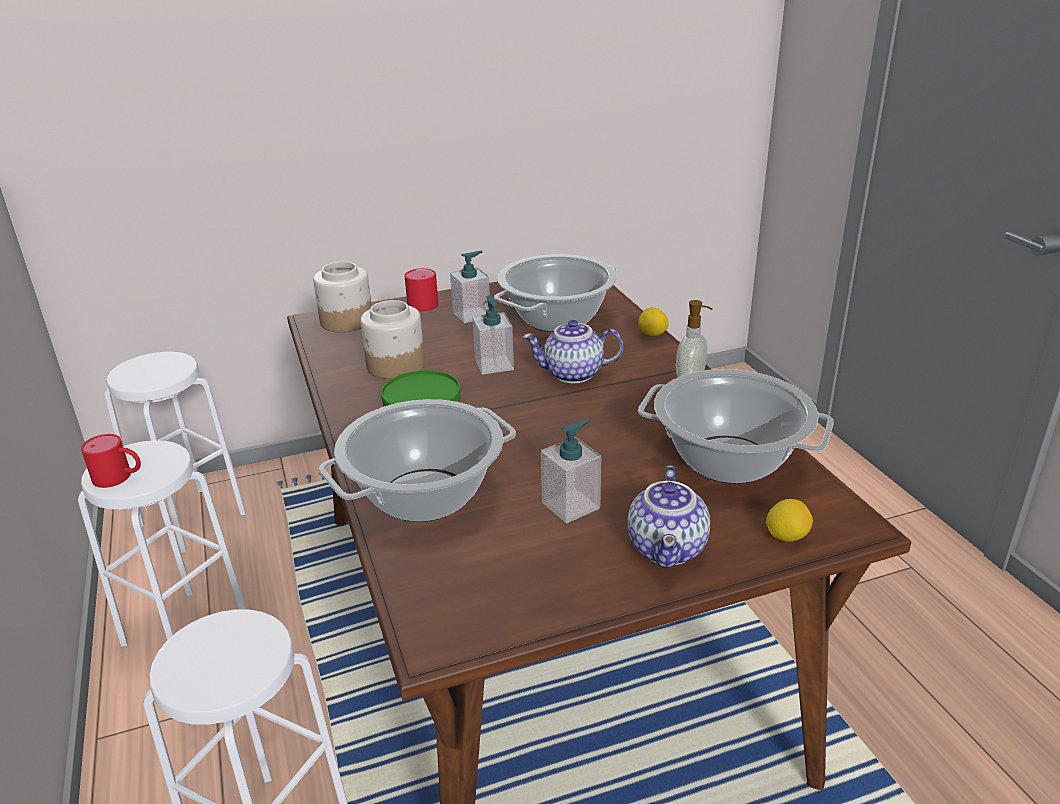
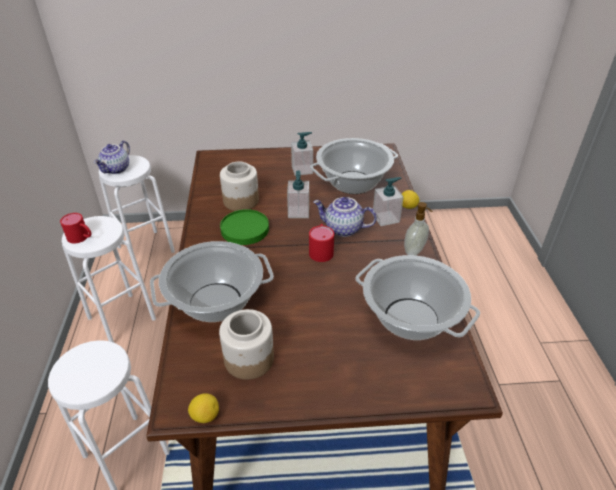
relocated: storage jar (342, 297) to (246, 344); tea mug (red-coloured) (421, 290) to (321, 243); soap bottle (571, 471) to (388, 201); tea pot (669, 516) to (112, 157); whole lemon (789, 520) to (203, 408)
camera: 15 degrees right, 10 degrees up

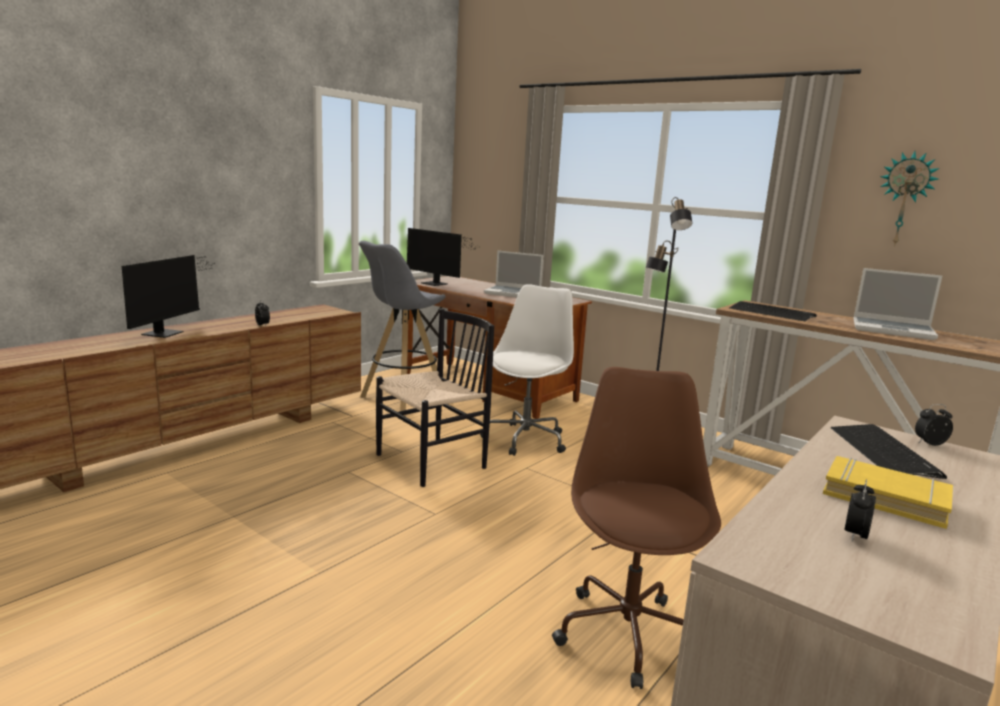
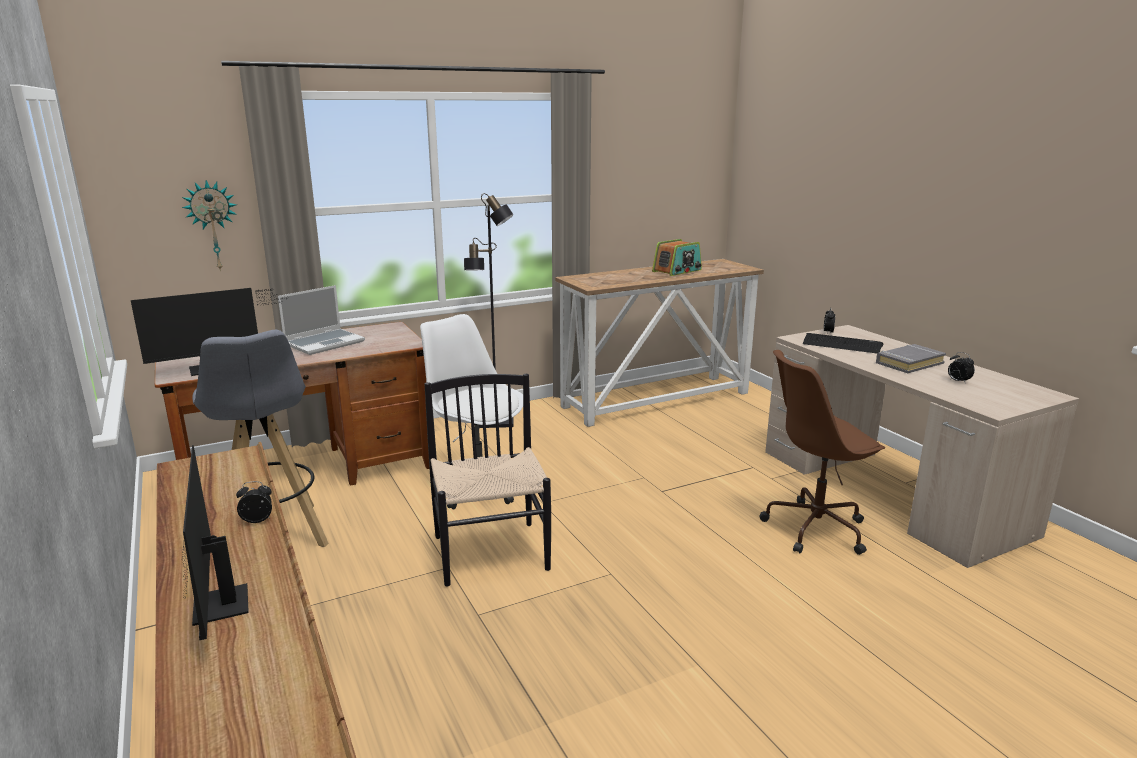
missing: PC keyboard (773, 311)
relocated: wall clock (910, 198) to (209, 226)
exchanged: notebook computer (897, 304) to radio (677, 257)
colour: volume (yellow-coloured) (888, 492) to volume (grey) (911, 358)
spun: computer screen (168, 296) = (215, 542) 150 degrees counterclockwise; office chair (brown) (636, 528) = (822, 452) 45 degrees counterclockwise
camera: 65 degrees left, 5 degrees up

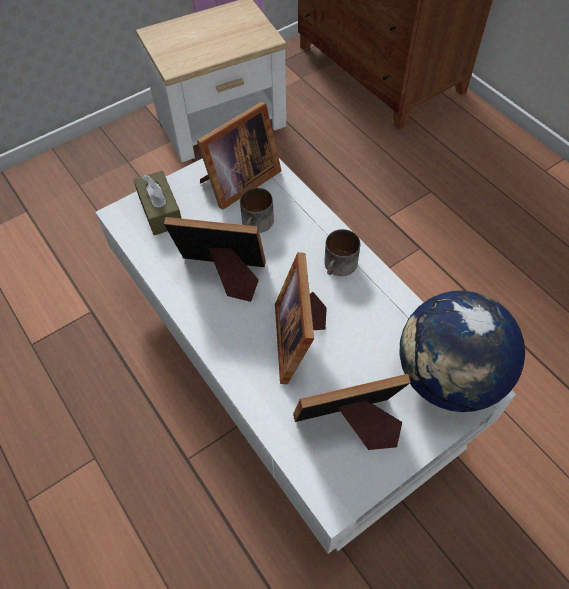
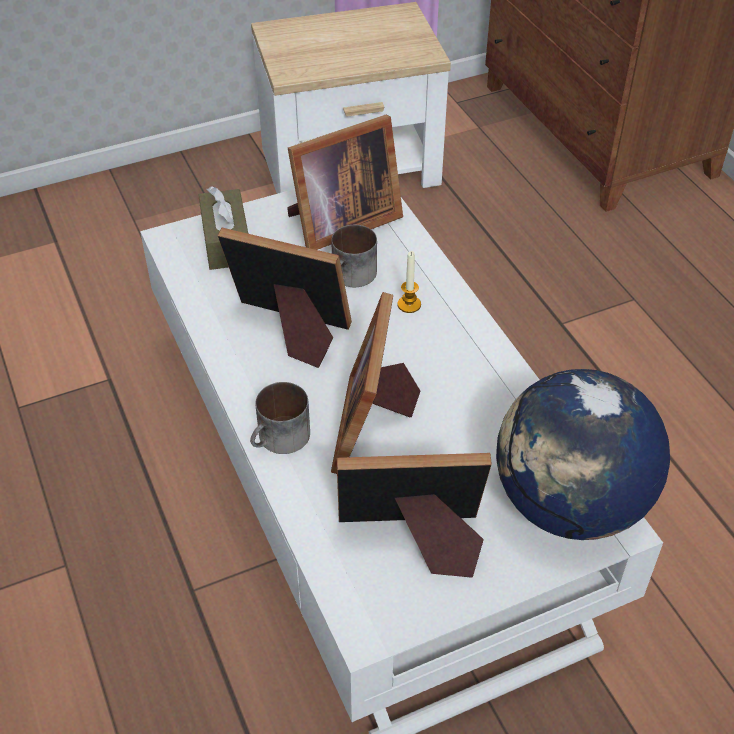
appeared: wax light (409, 282)
relocated: tea mug (342, 252) to (280, 418)
camera: 10 degrees right, 10 degrees down

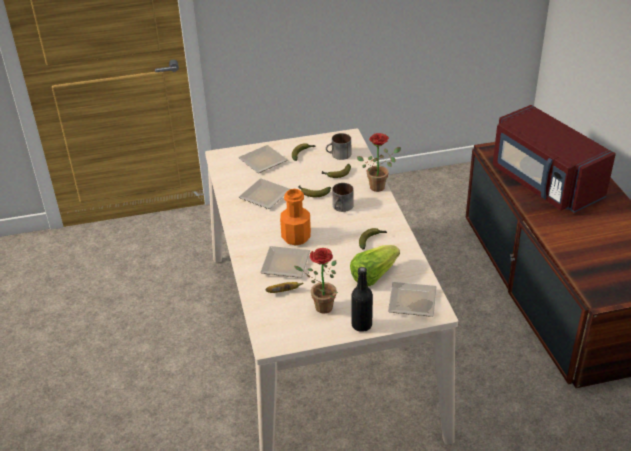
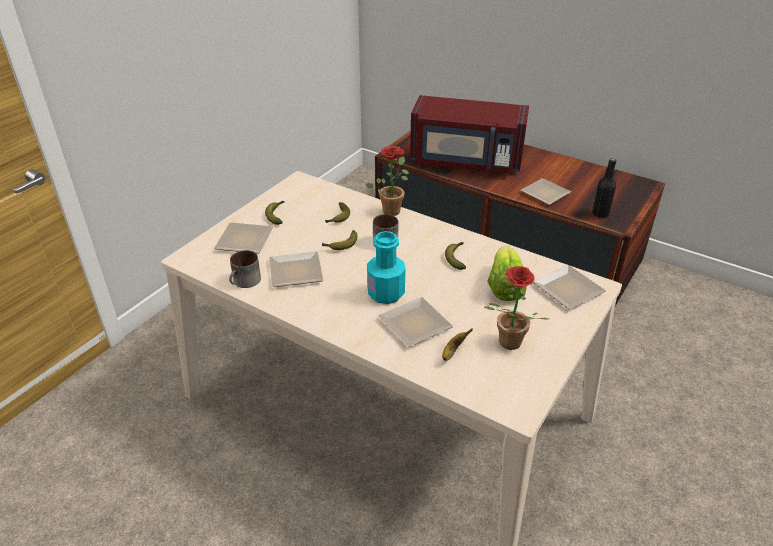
appeared: dinner plate (545, 191)
relocated: tea mug (338, 146) to (245, 269); bottle (black-coloured) (362, 299) to (604, 188)
colour: bottle (orange-coloured) (295, 217) to bottle (blue-green) (386, 267)
camera: 45 degrees left, 0 degrees up

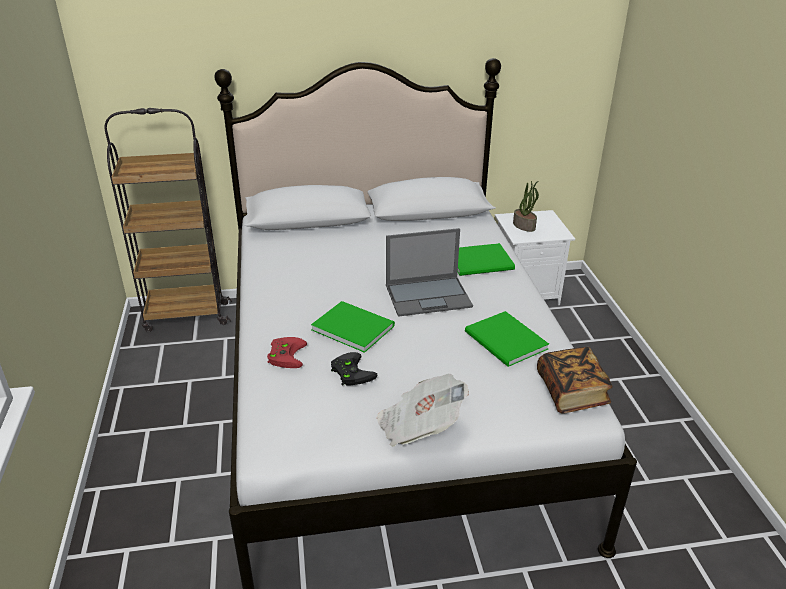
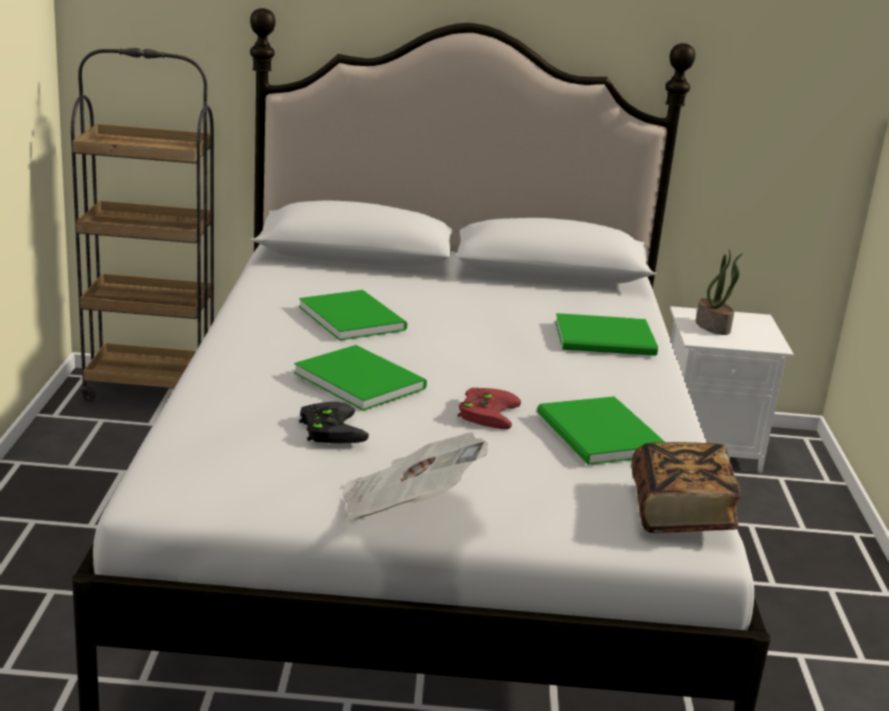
missing: notebook computer (429, 272)
appeared: volume (green-coloured) (353, 315)
relocated: gamepad (red-coloured) (287, 352) to (489, 408)
camera: 10 degrees right, 10 degrees down

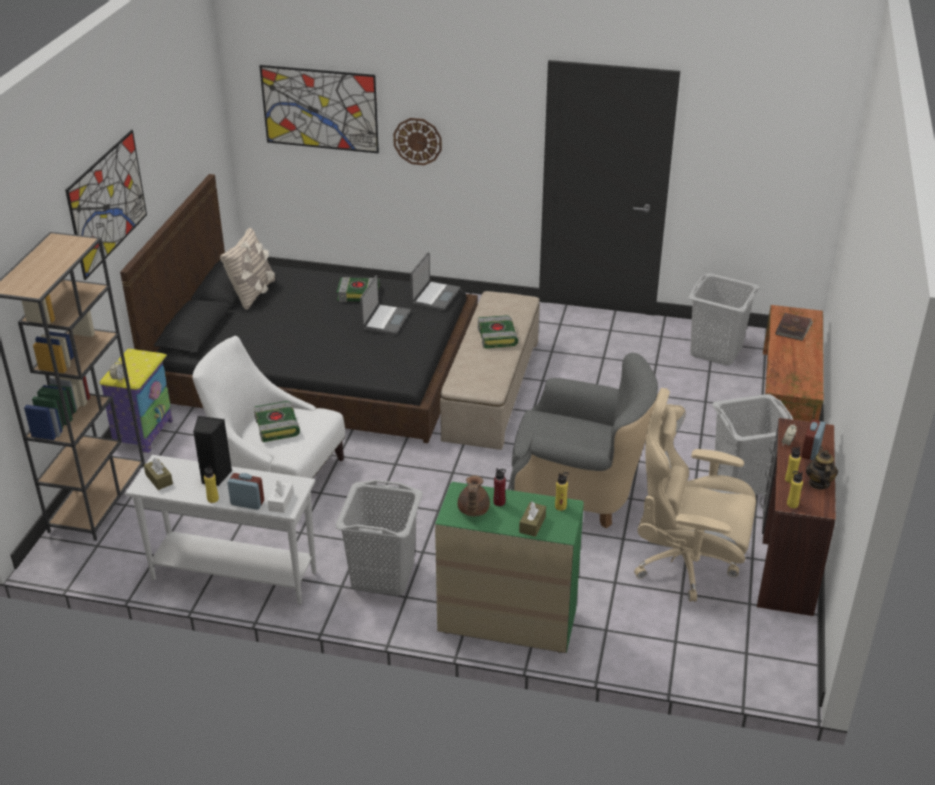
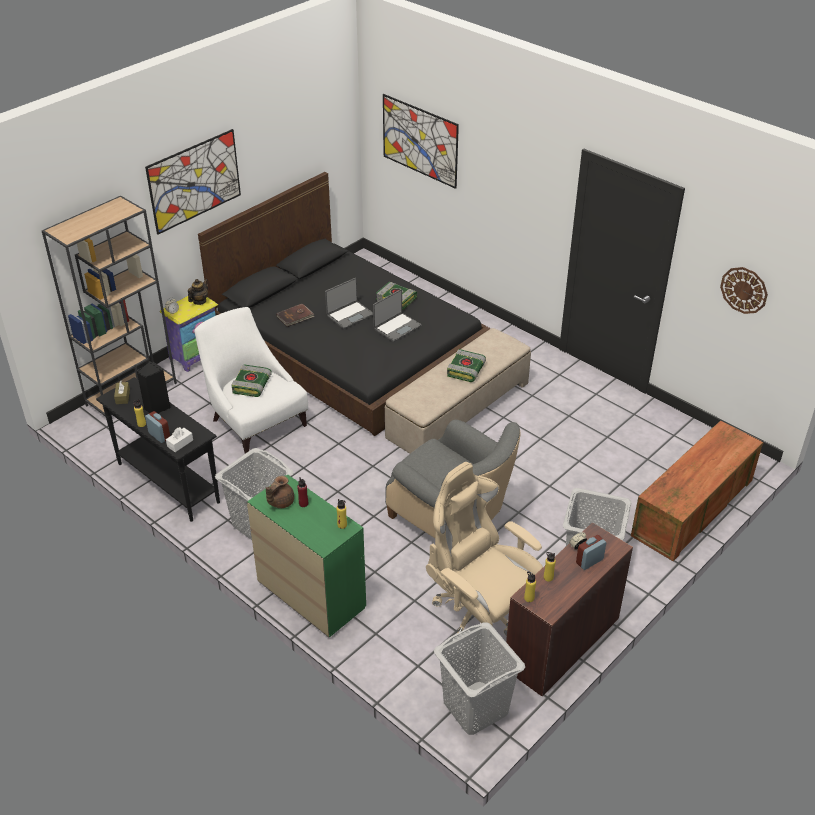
missing: cushion (sand-coloured) (247, 269); tissue box (brown) (532, 519)
relocated: wall clock (417, 141) to (744, 290); notebook computer (435, 281) to (349, 303); hamper (grey) (724, 319) to (479, 678); volume (brown) (794, 327) to (295, 315); tea pot (822, 468) to (198, 292)
colour: console table (whitish) (220, 530) to console table (black-coloured) (158, 449)
camera: 30 degrees right, 5 degrees up

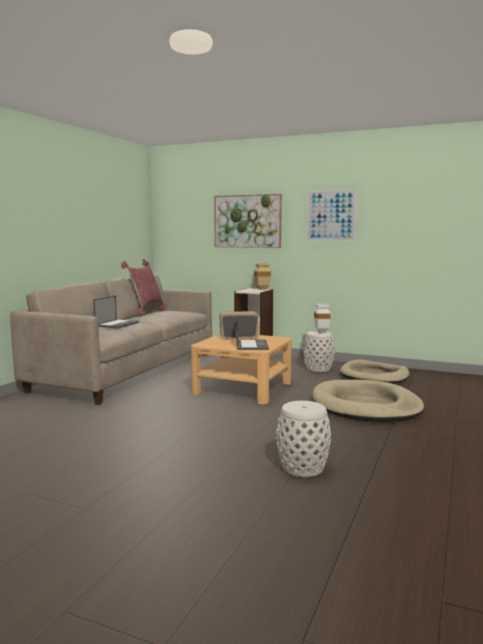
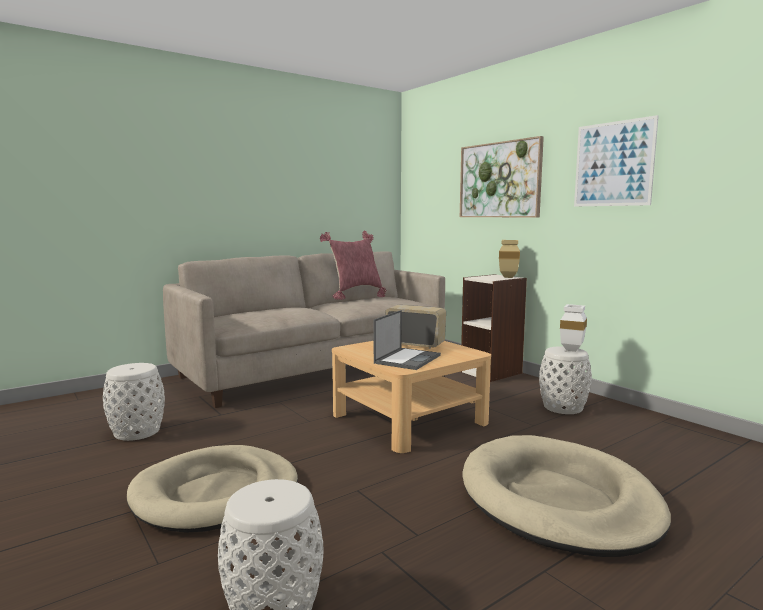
missing: notebook computer (116, 312)
appeared: stool seat (whitish) (134, 402)
relocated: dog cushion (sand-coloured) (375, 371) to (212, 489)
camera: 30 degrees right, 0 degrees up

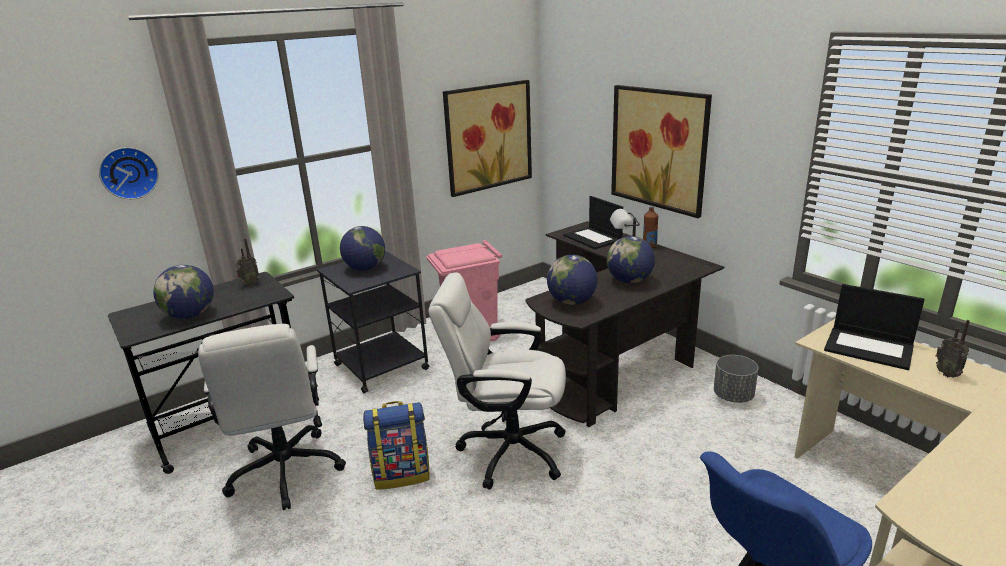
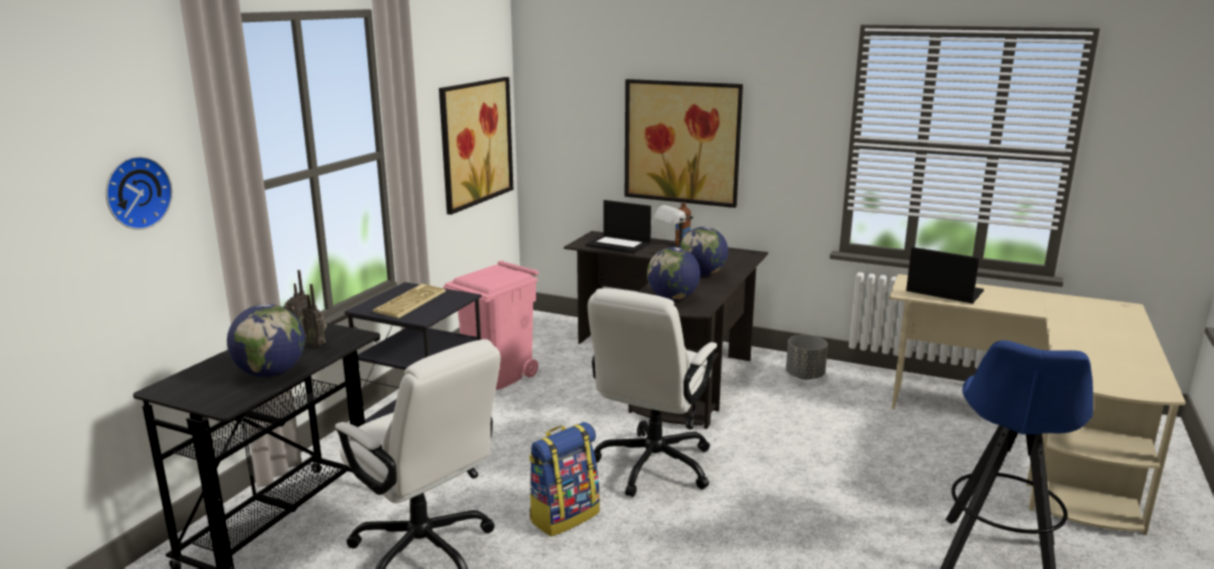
relocated: radio (953, 349) to (314, 316)
exchanged: world globe (362, 248) to PC keyboard (409, 301)
spun: office chair (whitish) (497, 381) = (652, 392) 45 degrees counterclockwise; notebook computer (874, 327) = (945, 275) 150 degrees counterclockwise
camera: 30 degrees left, 5 degrees down

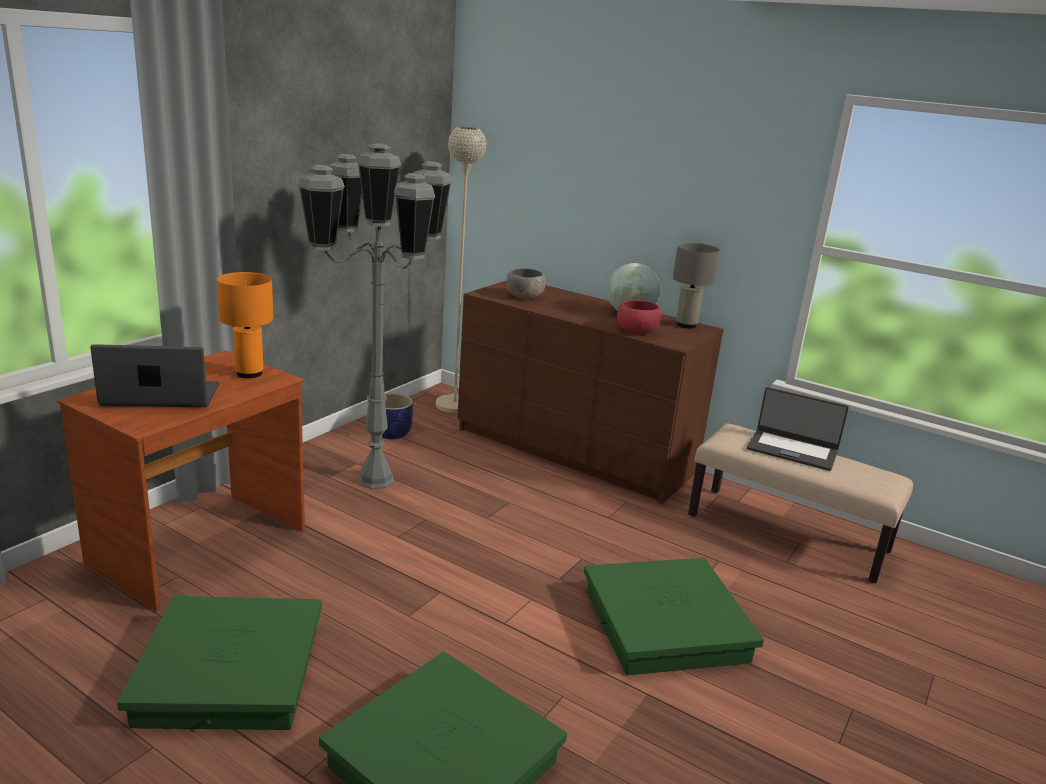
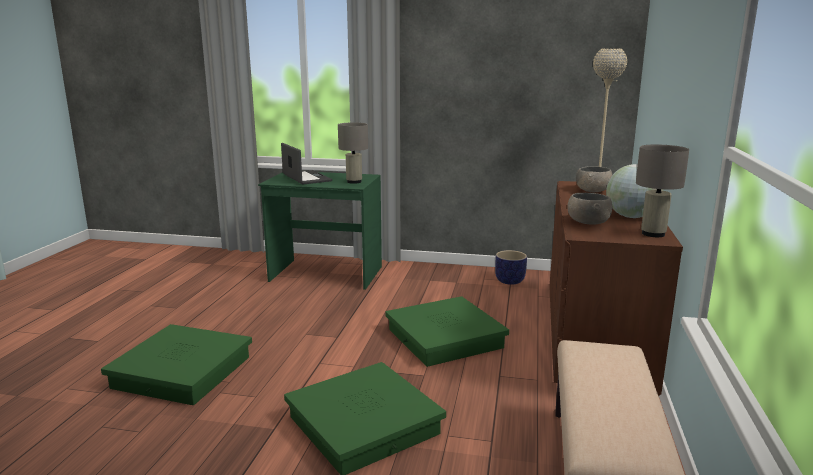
missing: floor lamp (grey) (375, 316); notebook computer (798, 429)
relocated: storage container (green-coloured) (219, 663) to (447, 331)
colour: desk unit (brown) (181, 480) to desk unit (green-coloured) (320, 231); table lamp (orange-coloured) (245, 325) to table lamp (grey) (353, 153); deep dish (red-coloured) (639, 317) to deep dish (grey) (589, 209)
camera: 70 degrees right, 5 degrees down

